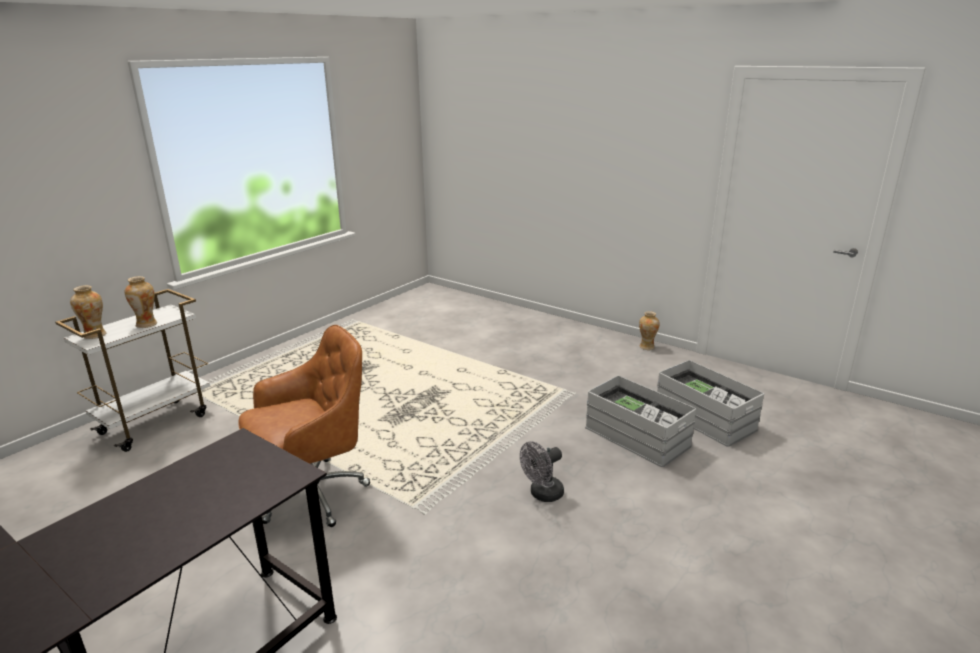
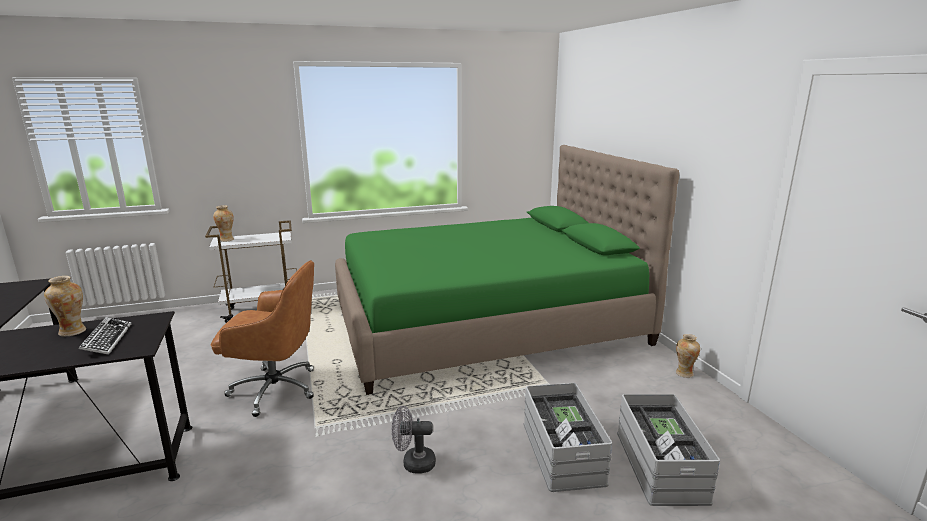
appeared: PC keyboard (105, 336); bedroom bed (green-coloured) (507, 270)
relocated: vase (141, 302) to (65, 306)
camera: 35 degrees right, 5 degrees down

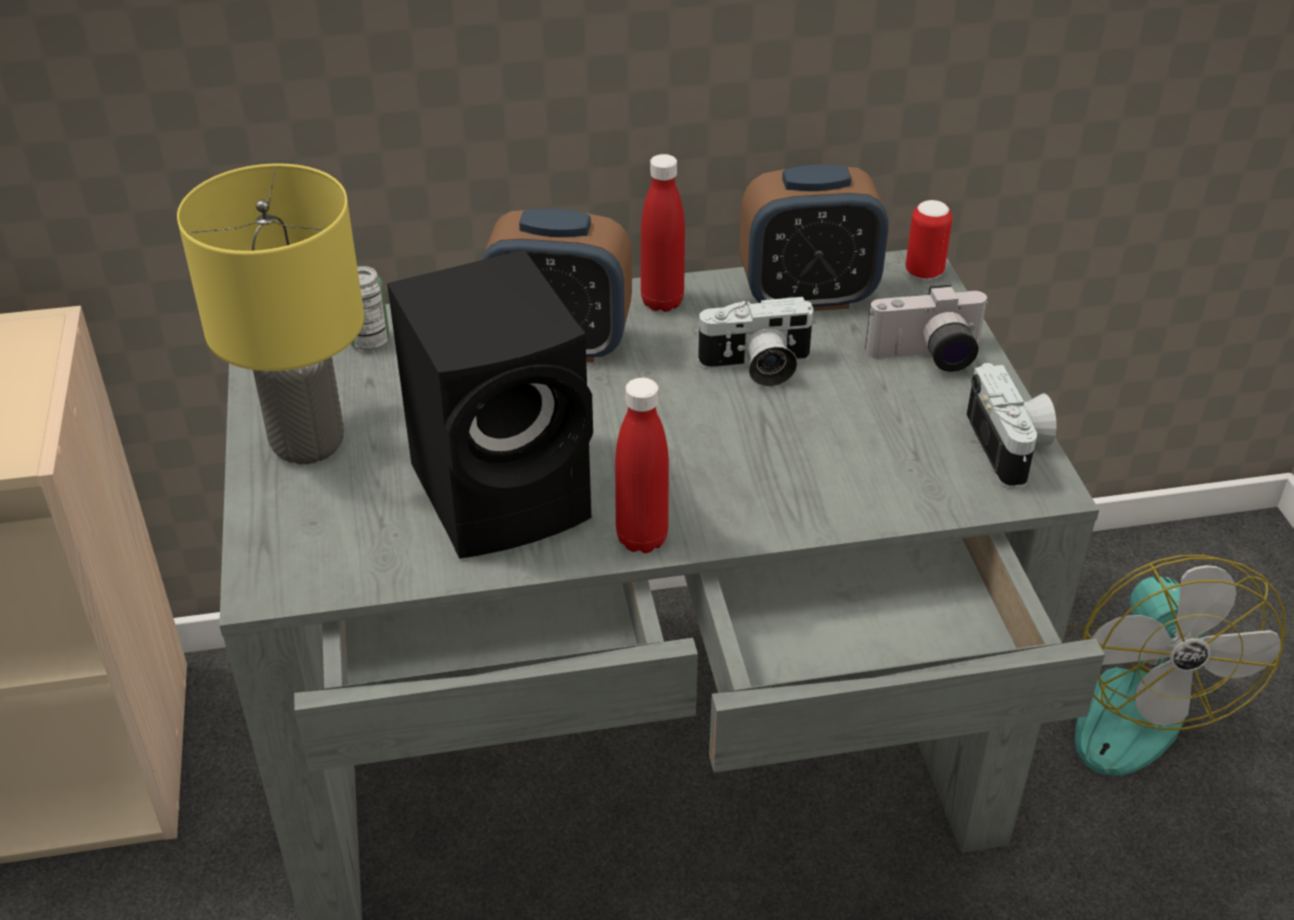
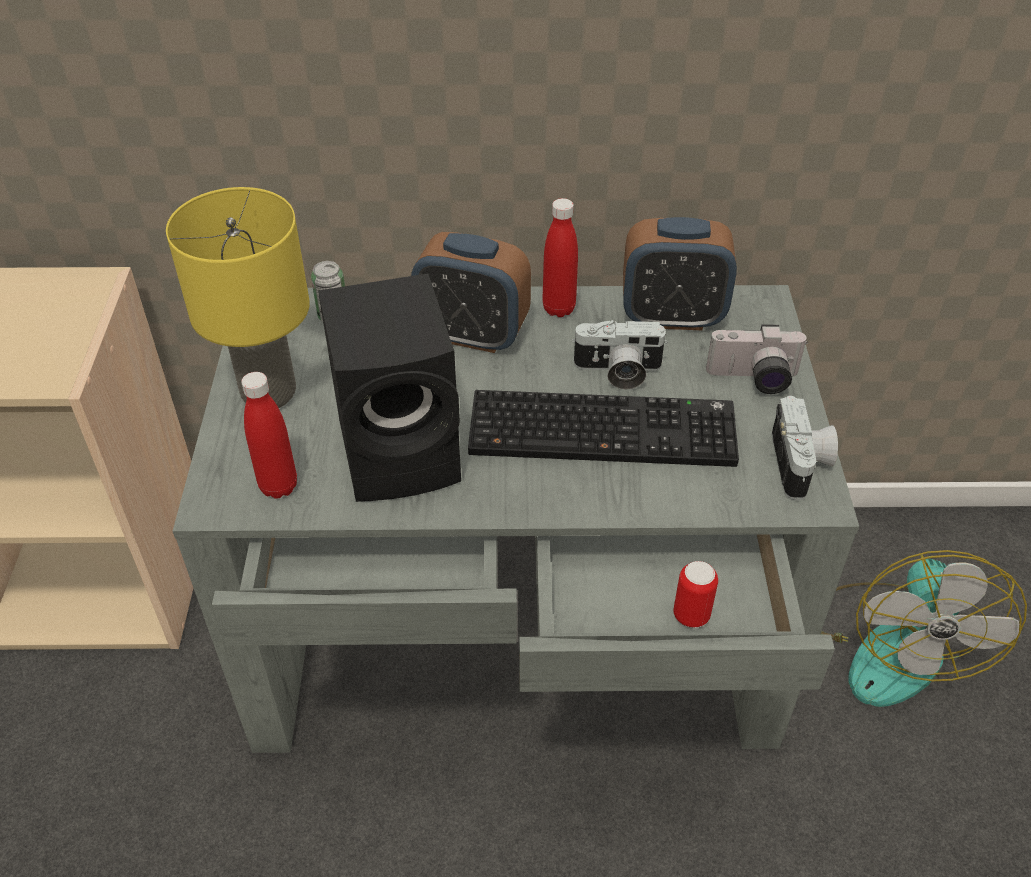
appeared: PC keyboard (603, 428)
relocated: bottle (red-coloured) (642, 465) to (269, 435); can (929, 240) to (695, 594)
camera: 10 degrees right, 5 degrees up

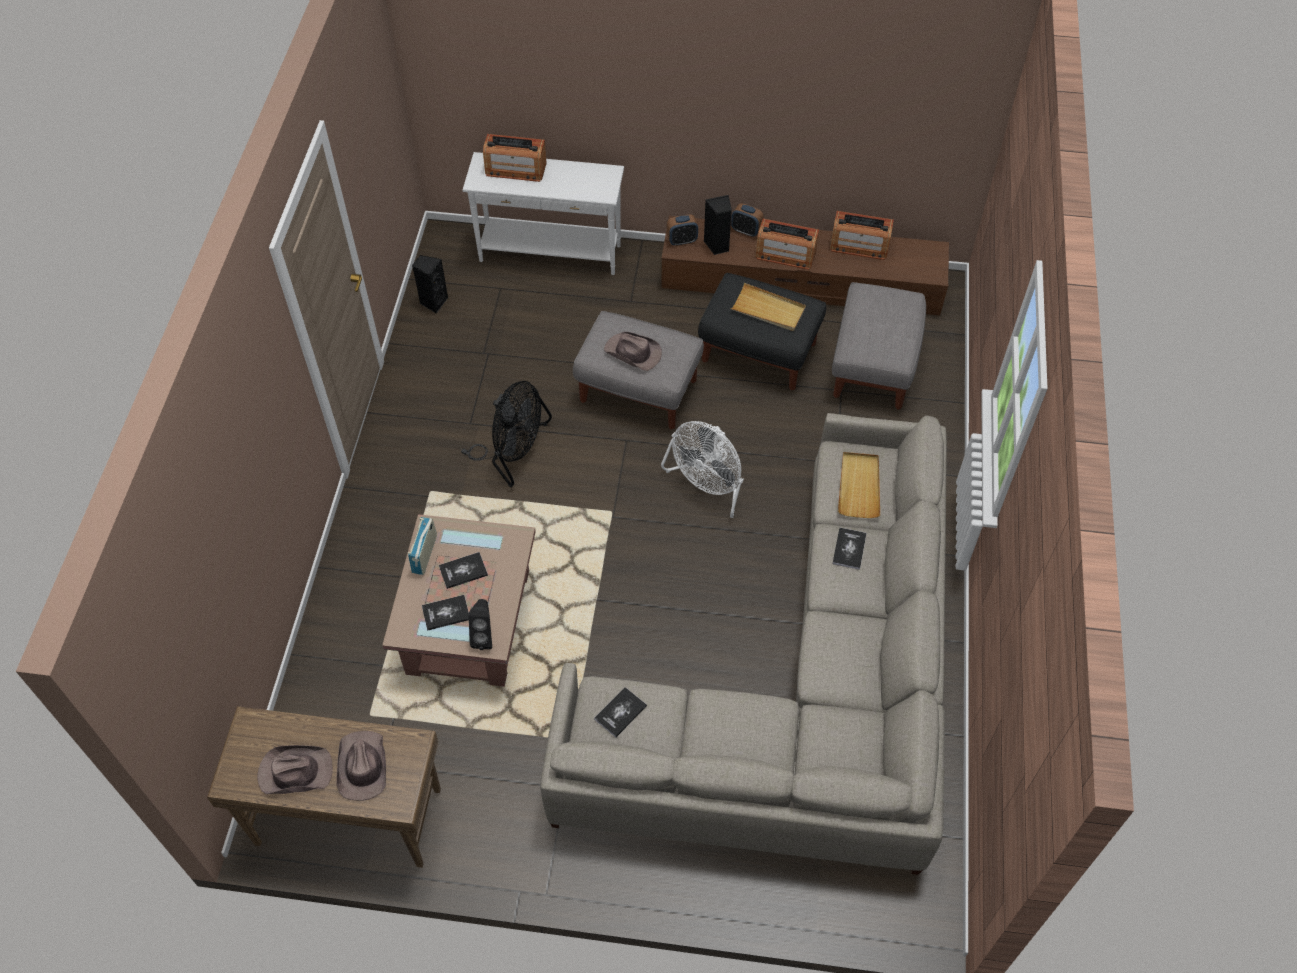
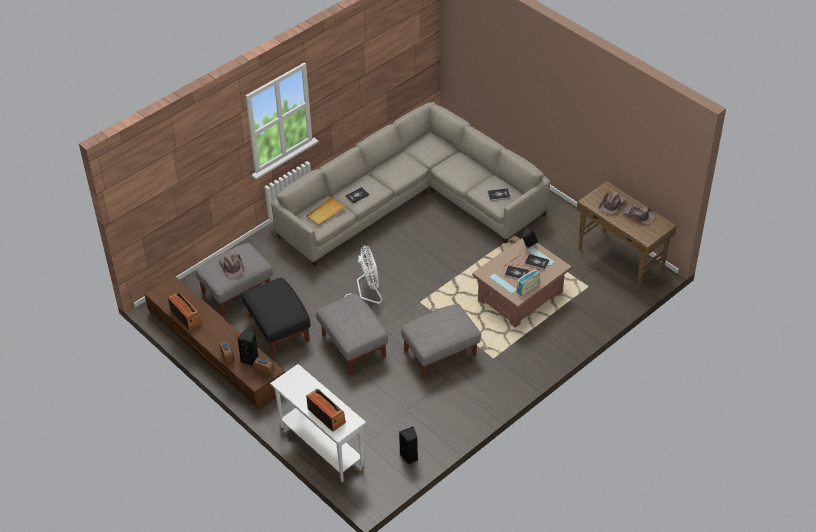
missing: tray (sand-coloured) (768, 307); radio (787, 244)
relocated: hat (brown) (633, 351) to (232, 266)
exchanged: electric fan (black-coloured) (506, 434) to pouffe (grey) (441, 341)
camera: 140 degrees left, 10 degrees down

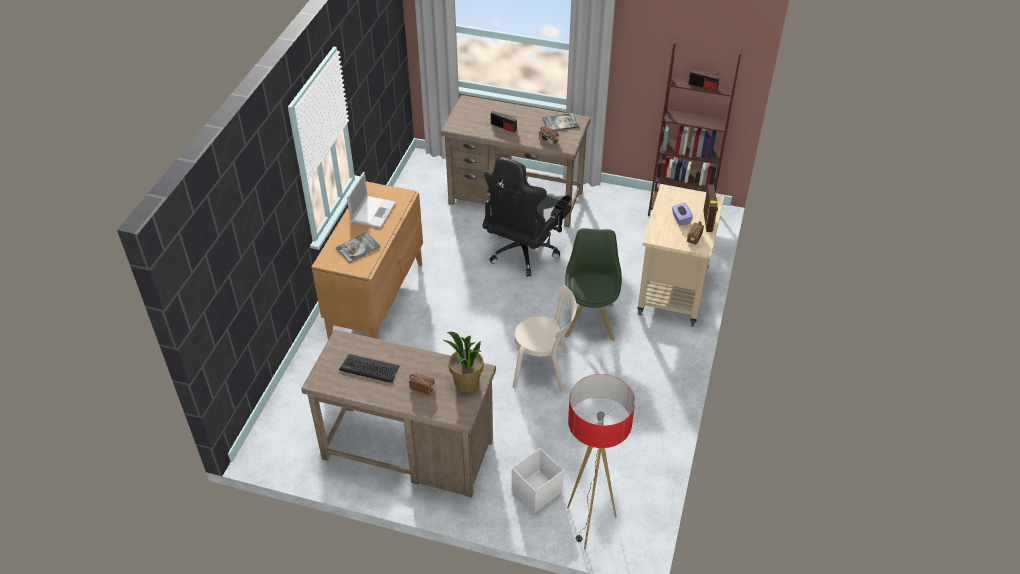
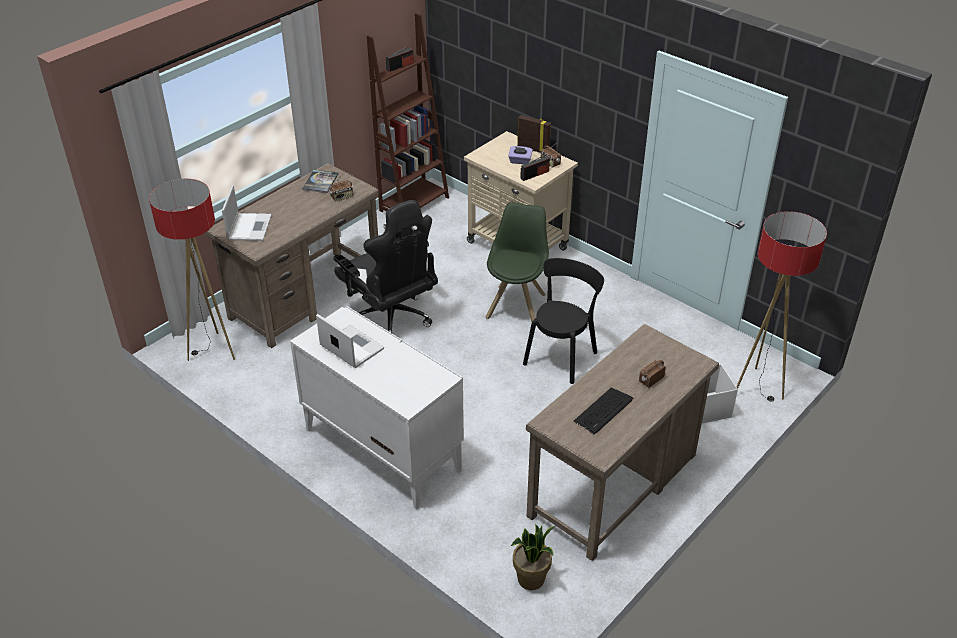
missing: volume (358, 247)
appeared: floor lamp (192, 270); notebook computer (247, 213)
relocated: potted plant (463, 362) to (533, 557); radio (504, 122) to (535, 167)
colour: cabinet (brown) (367, 260) to cabinet (whitish) (377, 408); upright chair (sand-coloured) (545, 339) to upright chair (black-coloured) (563, 321)
spun: upright chair (green-coloured) (593, 284) = (517, 262) 75 degrees clockwise
camera: 65 degrees left, 5 degrees down

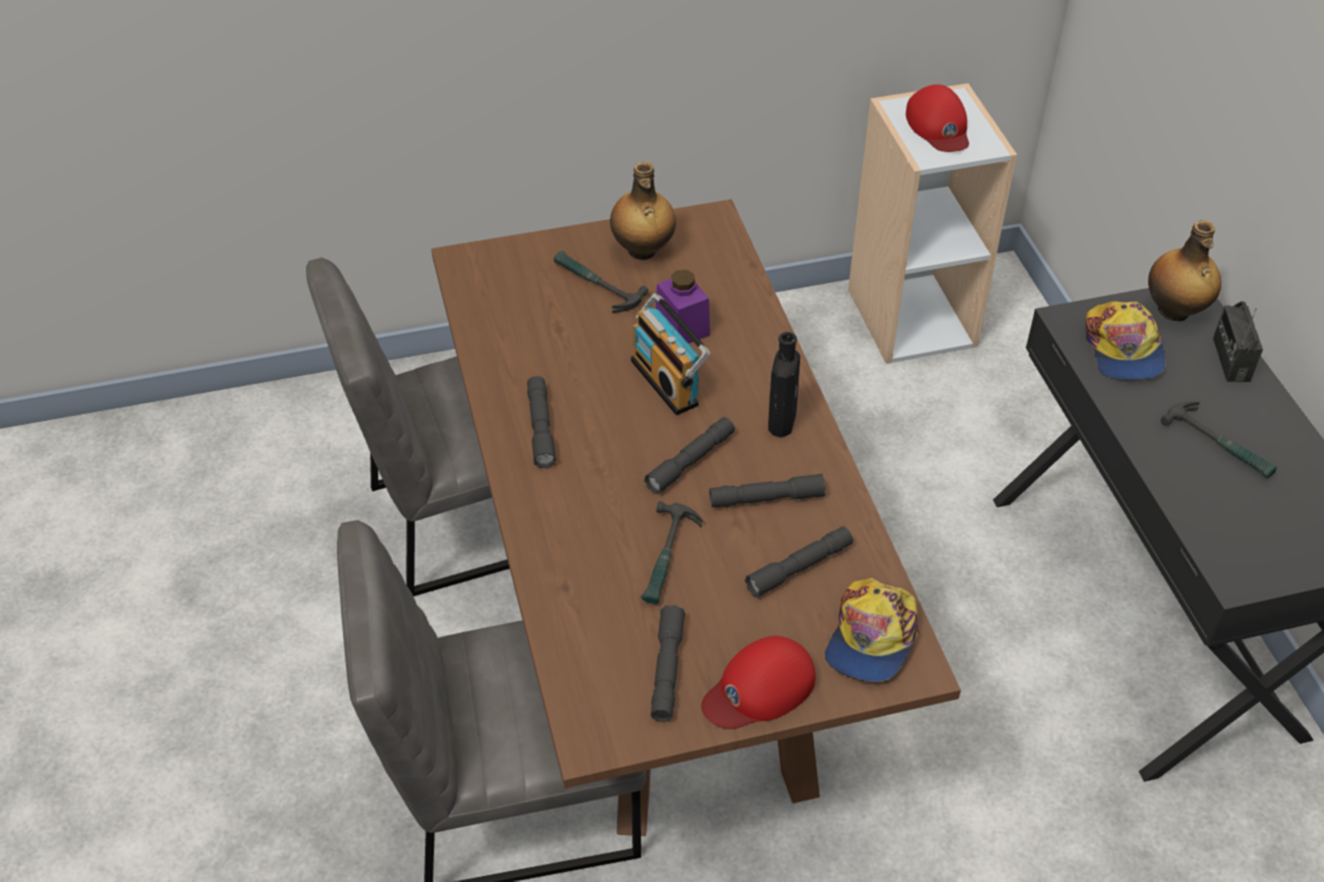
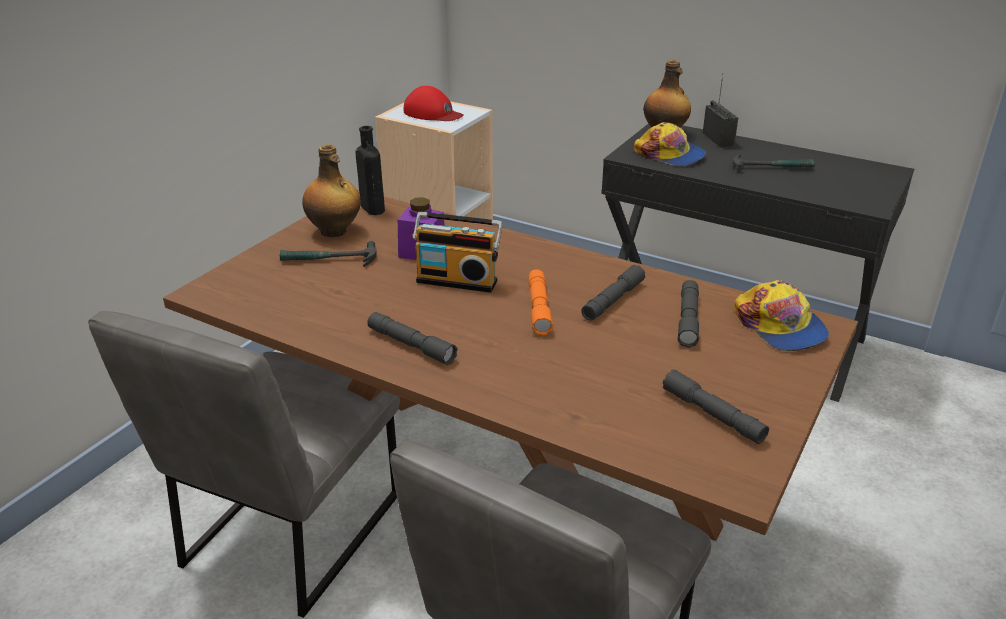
missing: tool hammer (672, 553); peaked cap (red-coloured) (758, 682)
relocated: bottle (black-coloured) (784, 384) to (370, 170)
colour: hand torch (grey) (689, 455) to hand torch (orange-coloured) (540, 302)
spun: radio (1238, 341) = (720, 112) 150 degrees counterclockwise
camera: 45 degrees left, 15 degrees down

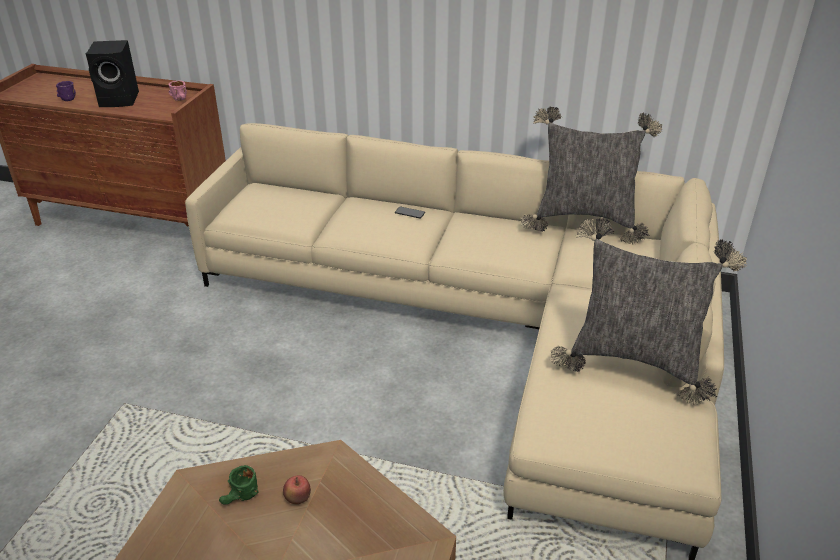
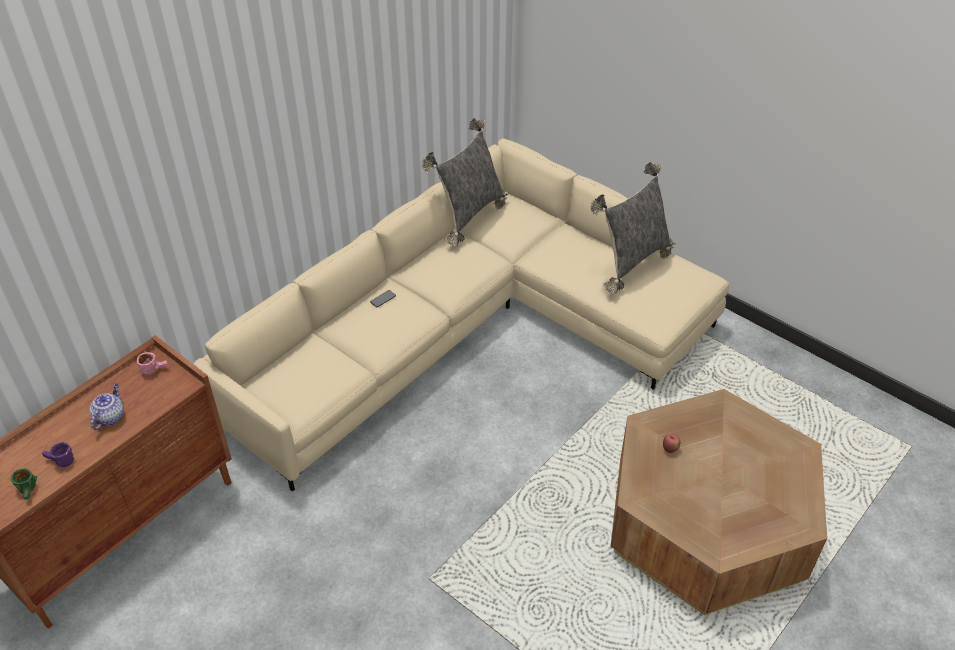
relocated: tea mug (green-coloured) (239, 484) to (24, 484)
exchanged: speaker (black-coloured) (112, 73) to tea pot (107, 407)
camera: 65 degrees left, 10 degrees up

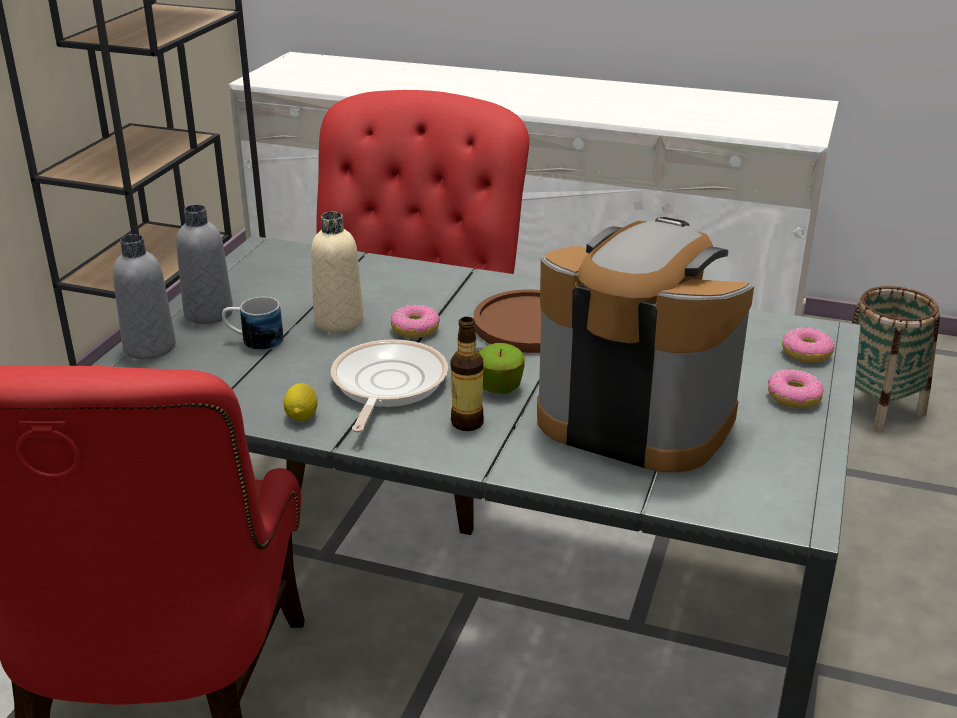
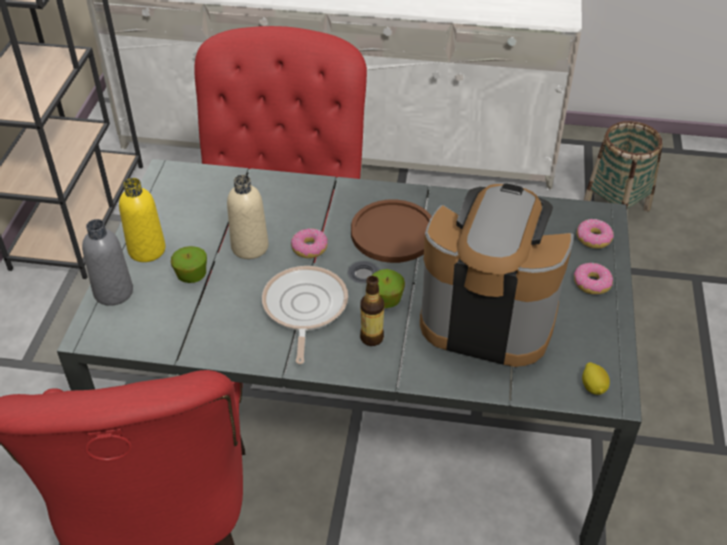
relocated: whole lemon (301, 402) to (596, 378)
exchanged: tea mug (252, 324) to whole apple (189, 264)
colour: bottle (grey) (204, 264) to bottle (yellow-coloured) (142, 220)
camera: 10 degrees left, 15 degrees up

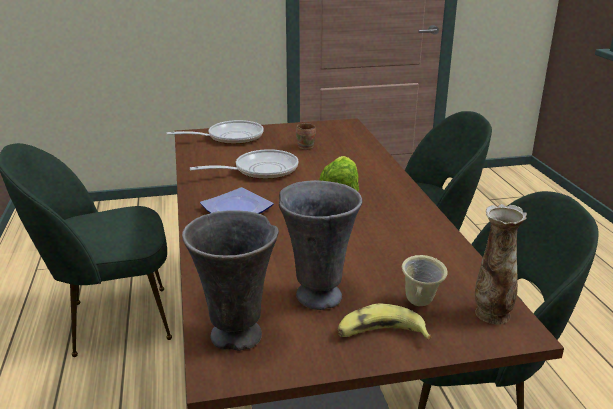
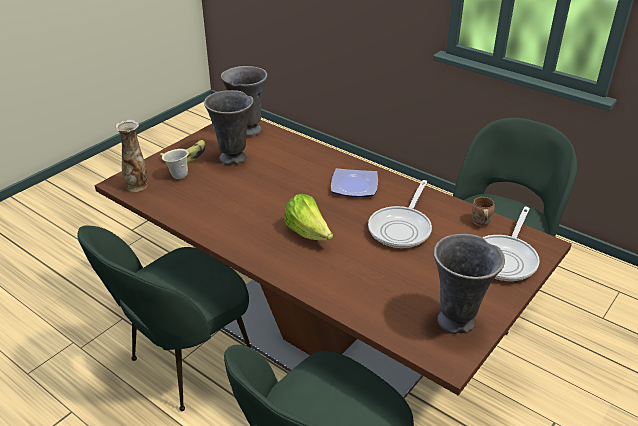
appeared: vase (grey) (469, 284)
relocated: tea mug (brown) (306, 136) to (483, 212)
camera: 140 degrees right, 10 degrees up

